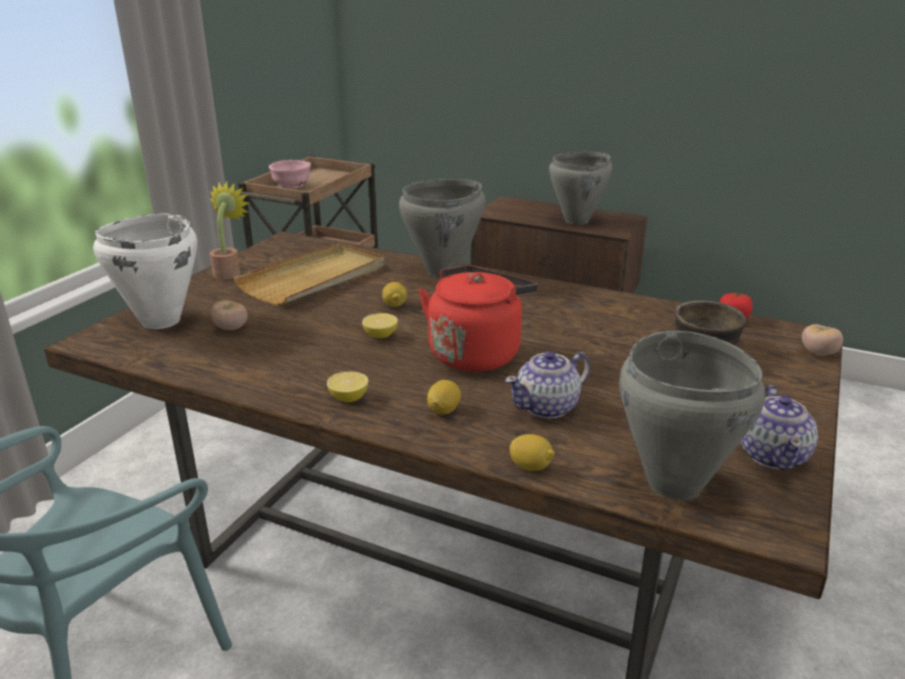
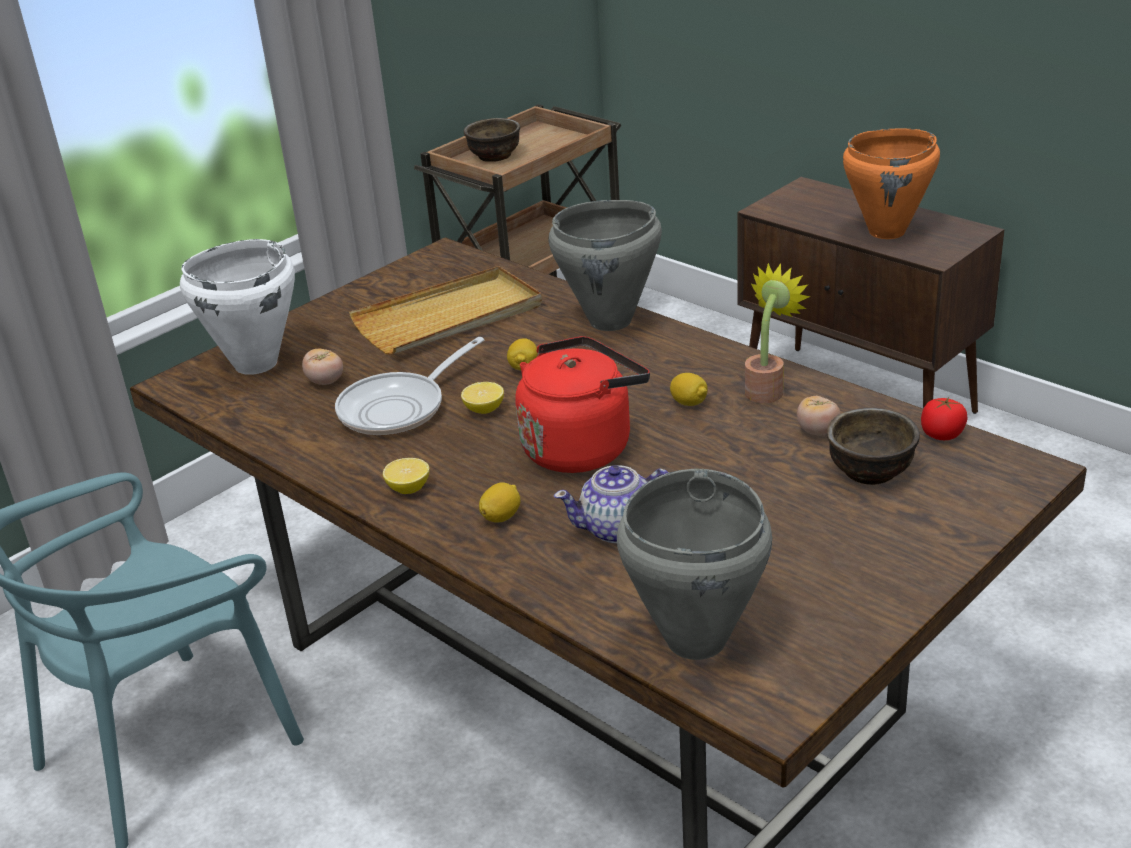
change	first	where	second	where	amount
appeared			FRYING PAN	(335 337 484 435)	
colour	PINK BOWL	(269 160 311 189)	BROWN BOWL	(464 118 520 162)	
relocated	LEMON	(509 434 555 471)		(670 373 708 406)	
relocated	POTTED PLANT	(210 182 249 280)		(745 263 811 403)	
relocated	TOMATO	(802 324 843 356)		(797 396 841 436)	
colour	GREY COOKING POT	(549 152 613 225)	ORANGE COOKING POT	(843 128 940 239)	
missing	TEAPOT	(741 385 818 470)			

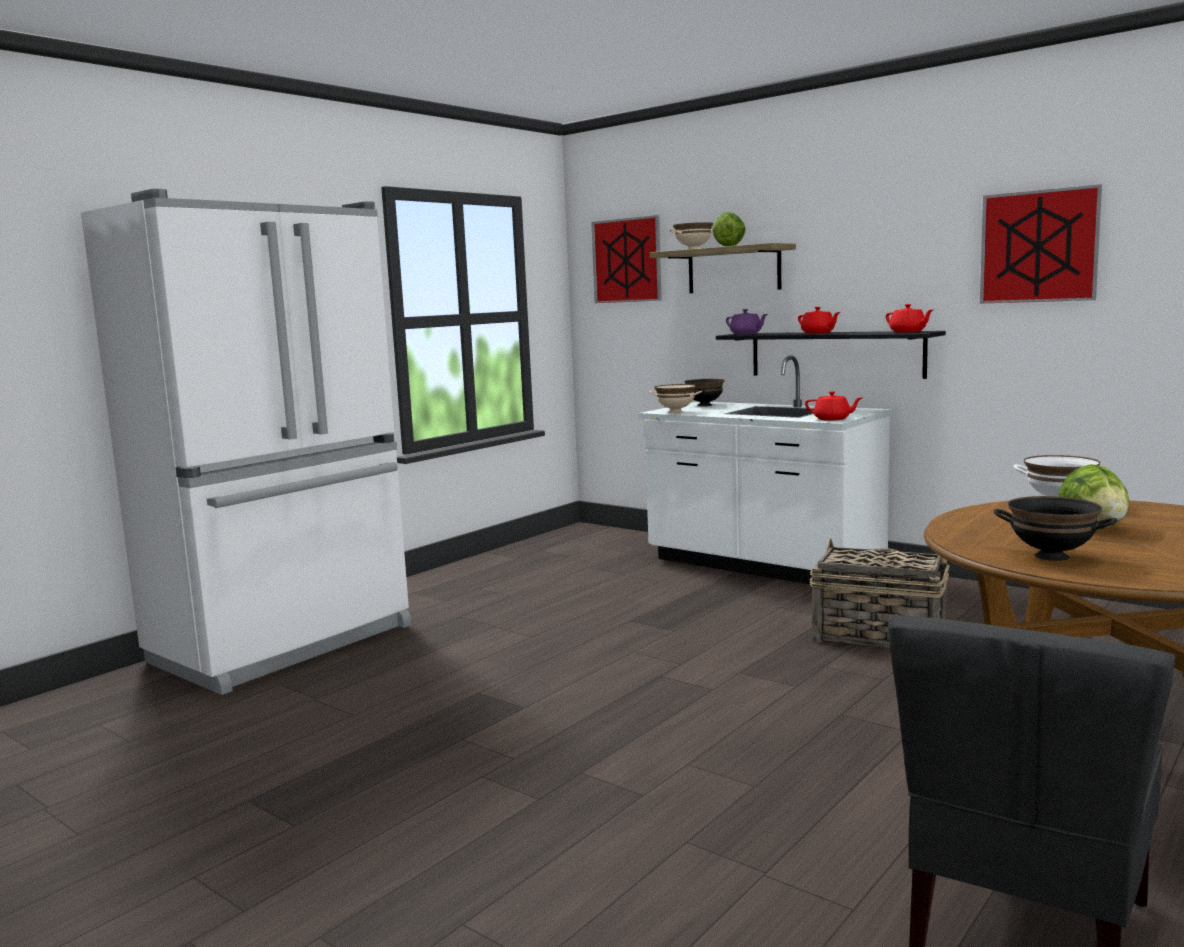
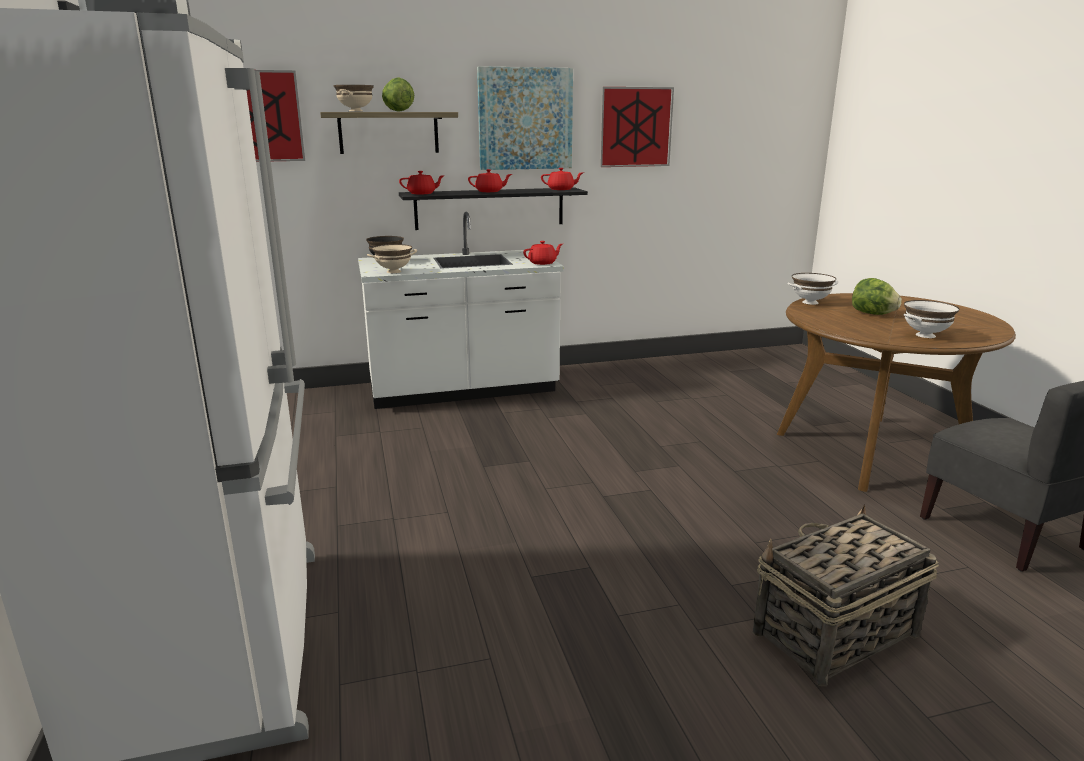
change	first	where	second	where	amount
colour	PURPLE TEAPOT	(726 309 768 334)	RED TEAPOT	(399 171 445 194)	
appeared			PICTURE	(477 66 573 170)	
relocated	BASKET	(810 538 950 648)		(753 504 939 686)	
colour	BLACK BOWL	(994 496 1118 561)	WHITE BOWL	(904 300 959 338)	

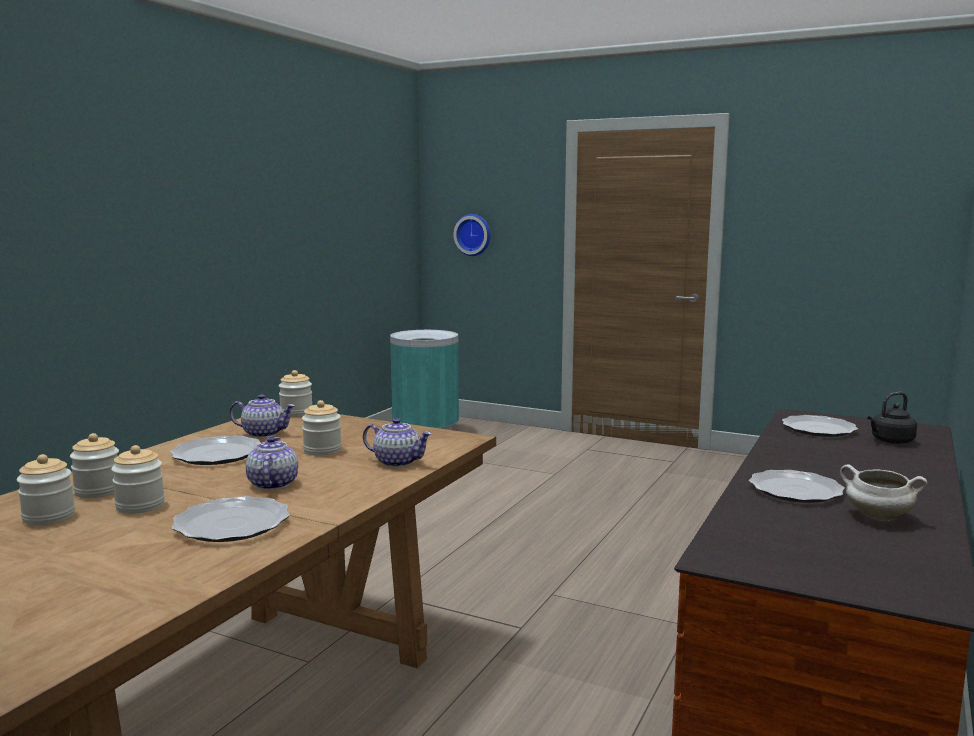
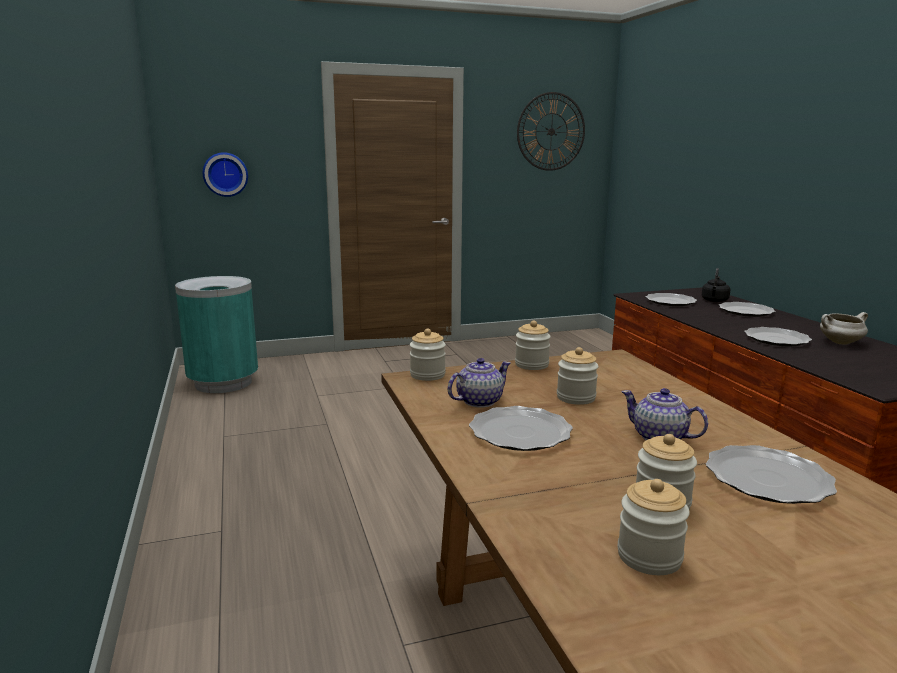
change	first	where	second	where	amount
relocated	JAR	(70 433 119 498)		(515 320 551 370)	
appeared			WALL CLOCK	(517 92 585 171)	
appeared			PLATE	(719 302 775 317)	
missing	TEAPOT	(363 418 432 468)			

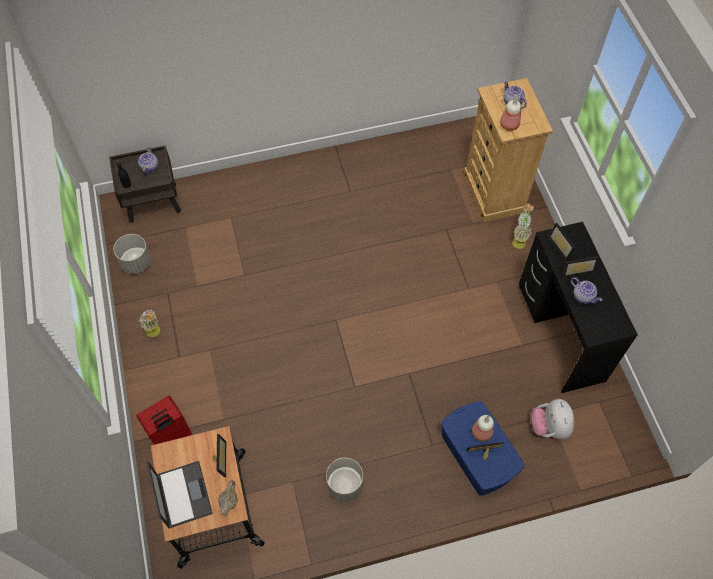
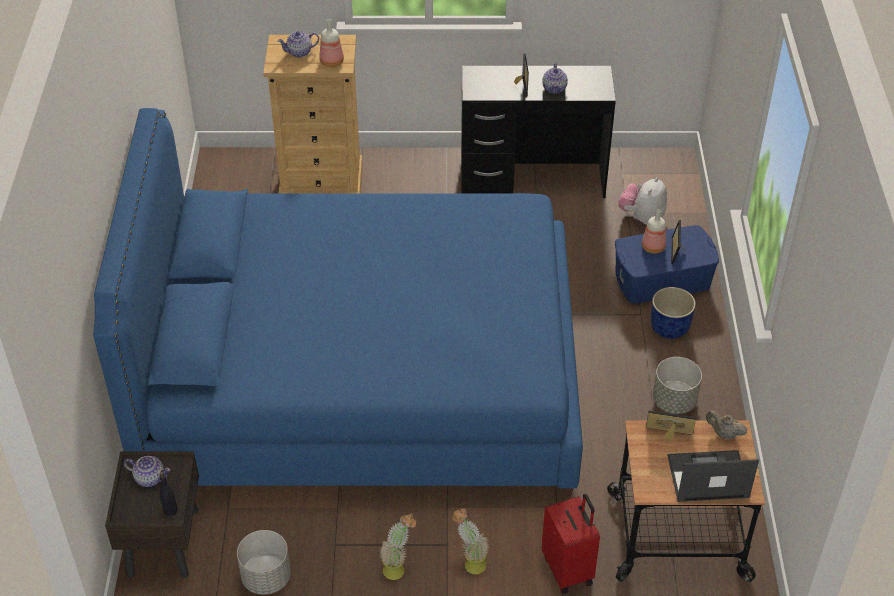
change	first	where	second	where	amount
appeared			BLUE BED	(93 108 583 497)	
relocated	POTTED PLANT	(512 203 534 249)		(452 508 489 574)	
spun	TEAPOT	(571 277 602 304)		(542 63 568 94)	120 degrees clockwise
spun	PLUSH TOY	(531 399 574 439)		(618 177 667 225)	105 degrees clockwise
appeared			BLUE PLANTER	(651 287 696 339)	
missing	PICTURE FRAME	(548 223 576 261)			

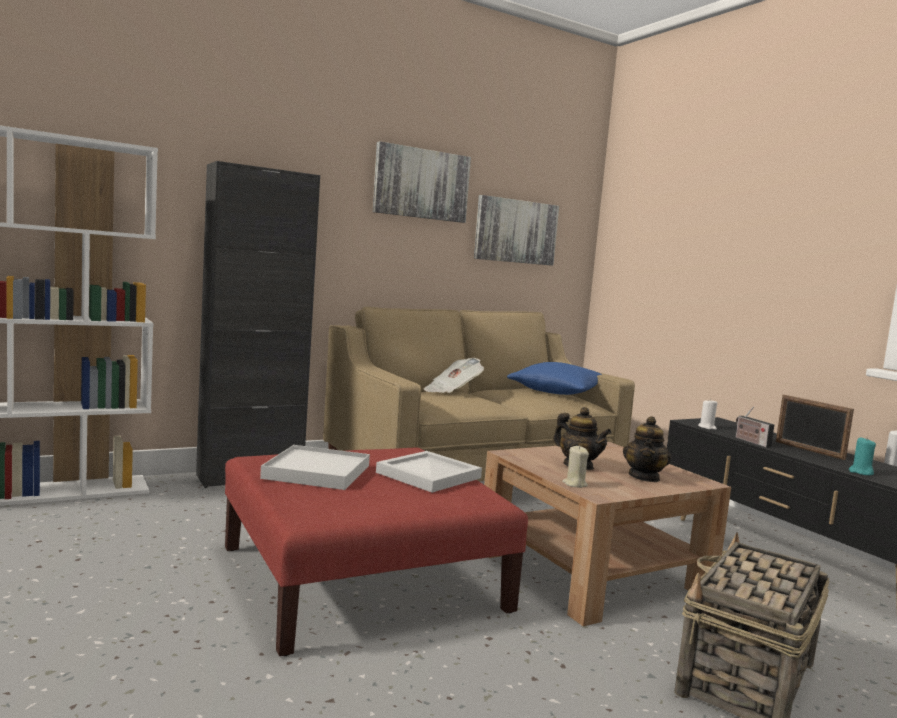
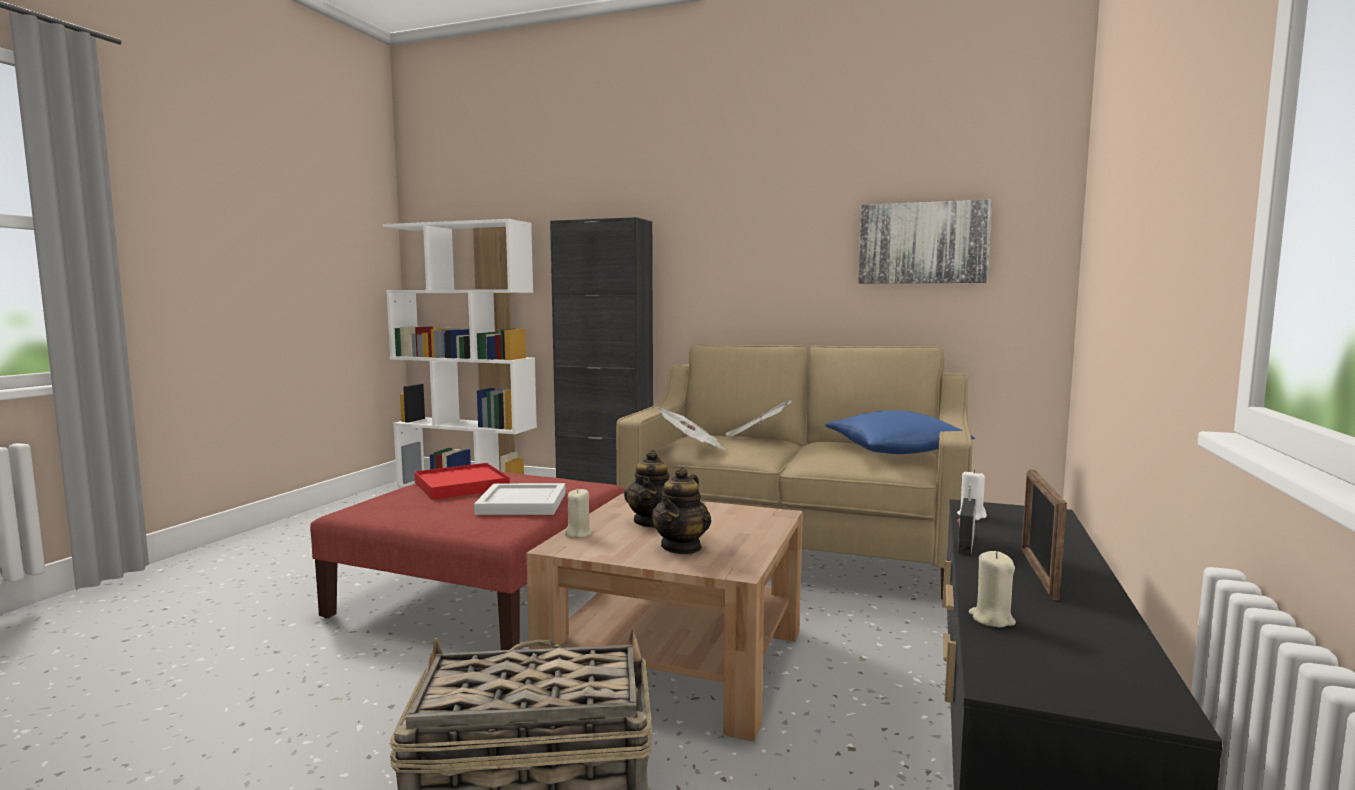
change	first	where	second	where	amount
colour	WHITE TRAY	(260 445 370 490)	RED TRAY	(414 463 510 500)	
spun	TEAPOT	(623 416 672 482)		(651 467 711 554)	45 degrees counterclockwise
appeared			NEWSPAPER	(656 407 726 450)	
colour	TURQUOISE CANDLE	(849 437 876 475)	BEIGE CANDLE	(969 551 1016 628)	
missing	PICTURE	(372 141 471 223)			

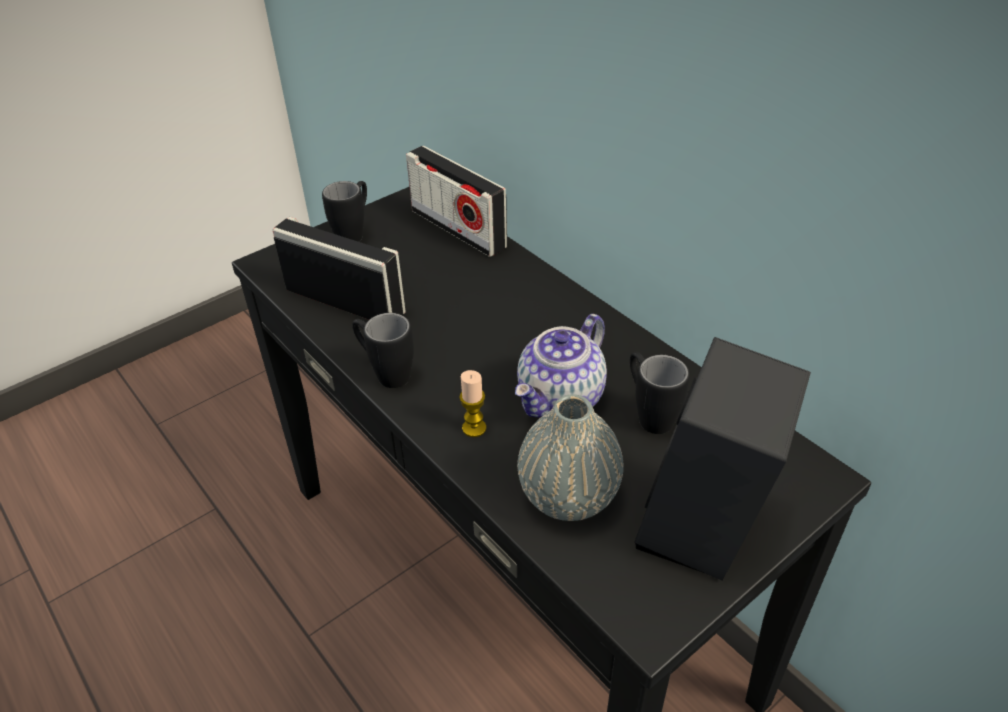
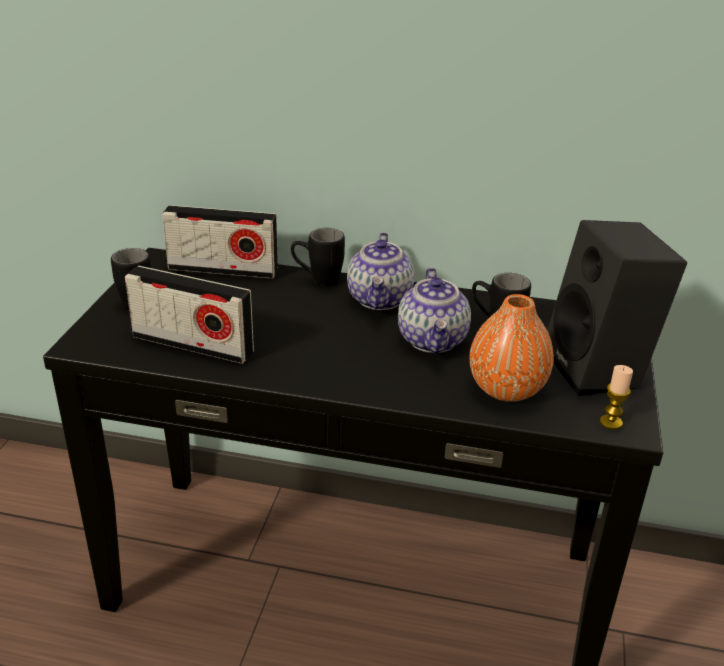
change	first	where	second	where	amount
spun	RADIO	(273 217 406 319)		(125 266 254 364)	150 degrees counterclockwise
relocated	BLACK MUG	(352 313 414 388)		(291 228 345 286)	
appeared			TEAPOT	(347 232 414 310)	
colour	GREY VASE	(518 394 624 521)	ORANGE VASE	(469 294 554 402)	
relocated	CANDLE	(459 370 486 437)		(600 365 633 430)	

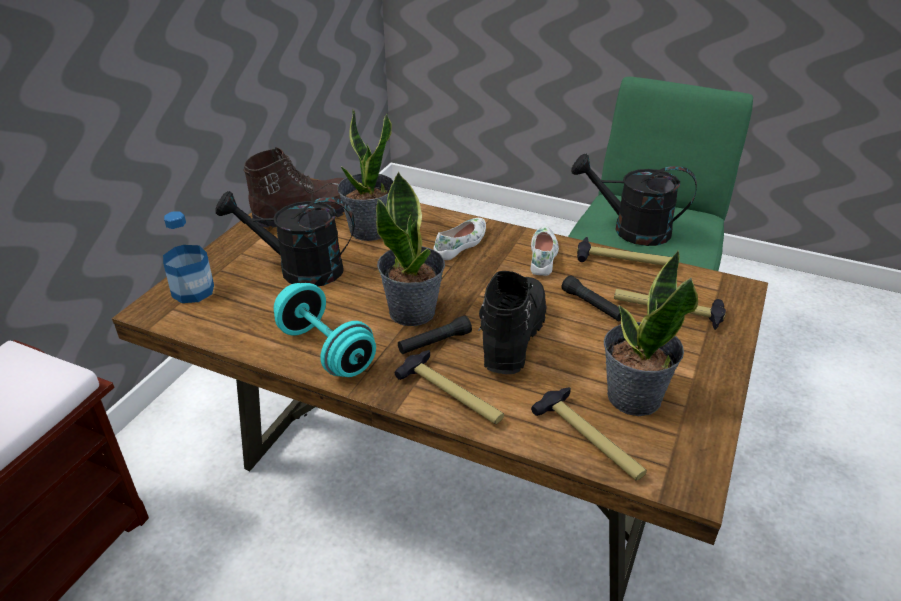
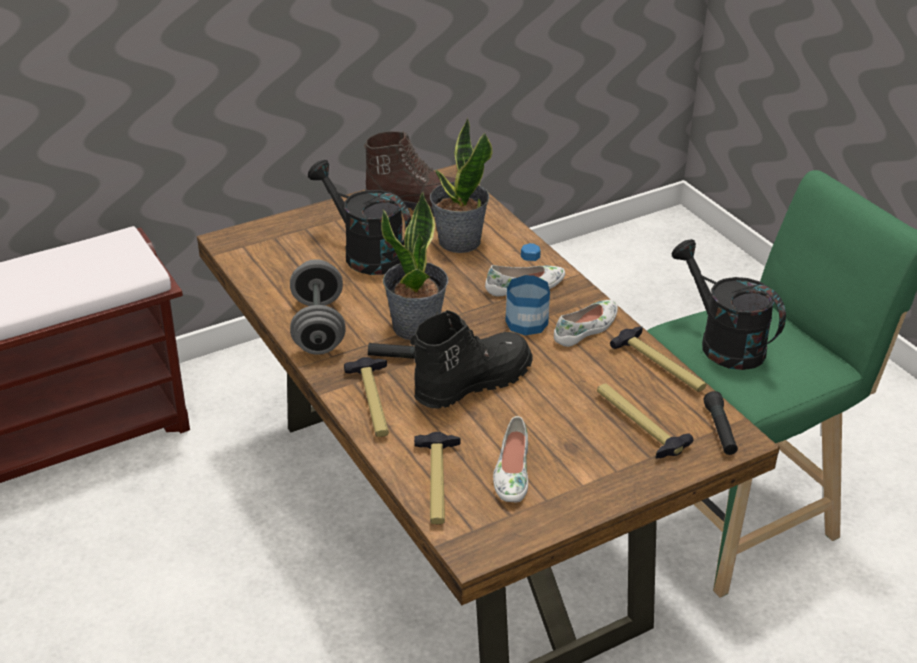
change	first	where	second	where	amount
colour	TURQUOISE DUMBBELL	(274 283 376 377)	GREY DUMBBELL	(290 259 346 355)	
exchanged	POTTED PLANT	(604 250 698 416)	WHITE SHOE	(493 416 528 502)	
relocated	BOTTLE	(163 211 214 303)		(505 243 550 336)	
relocated	BLACK FLASHLIGHT	(562 275 621 321)		(704 391 738 455)	

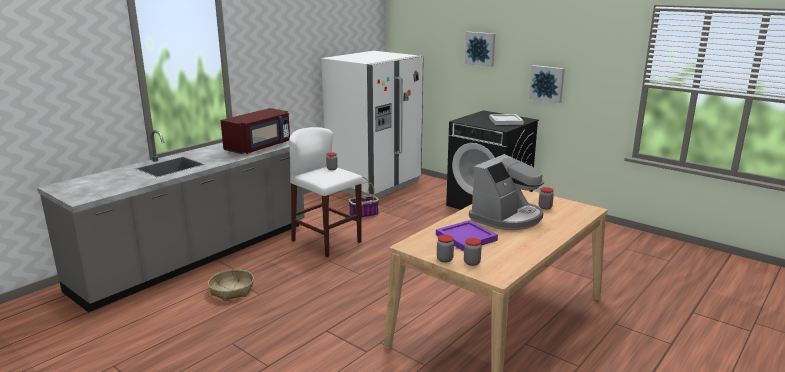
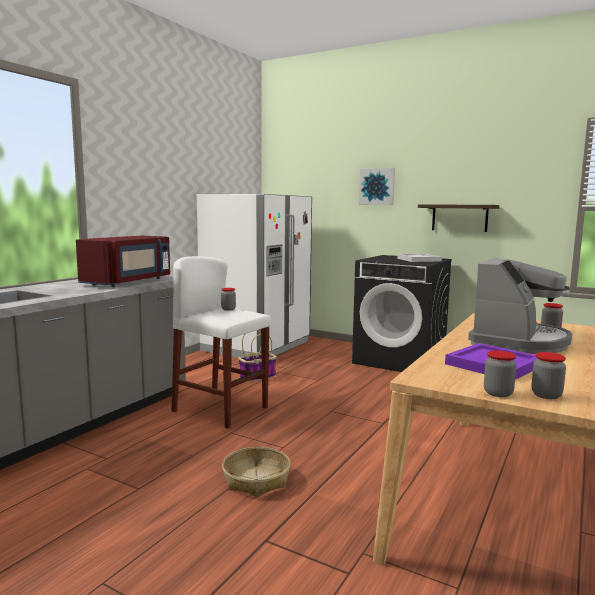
change	first	where	second	where	amount
relocated	BASKET	(208 269 254 301)		(222 447 291 497)	
exchanged	PICTURE	(529 65 565 103)	SHELF	(418 204 500 232)	

